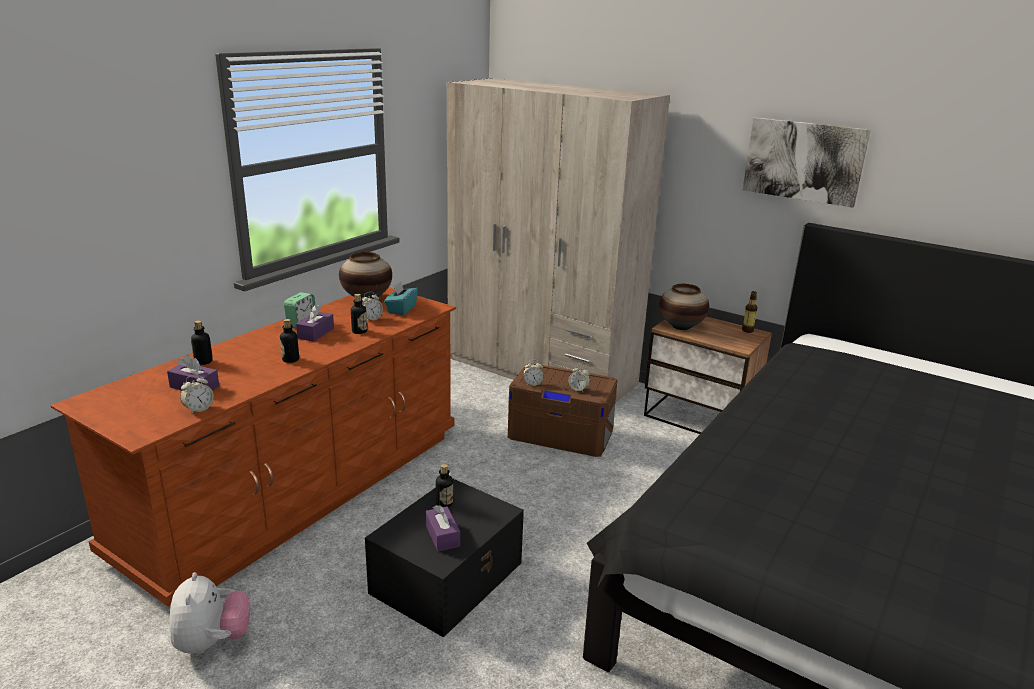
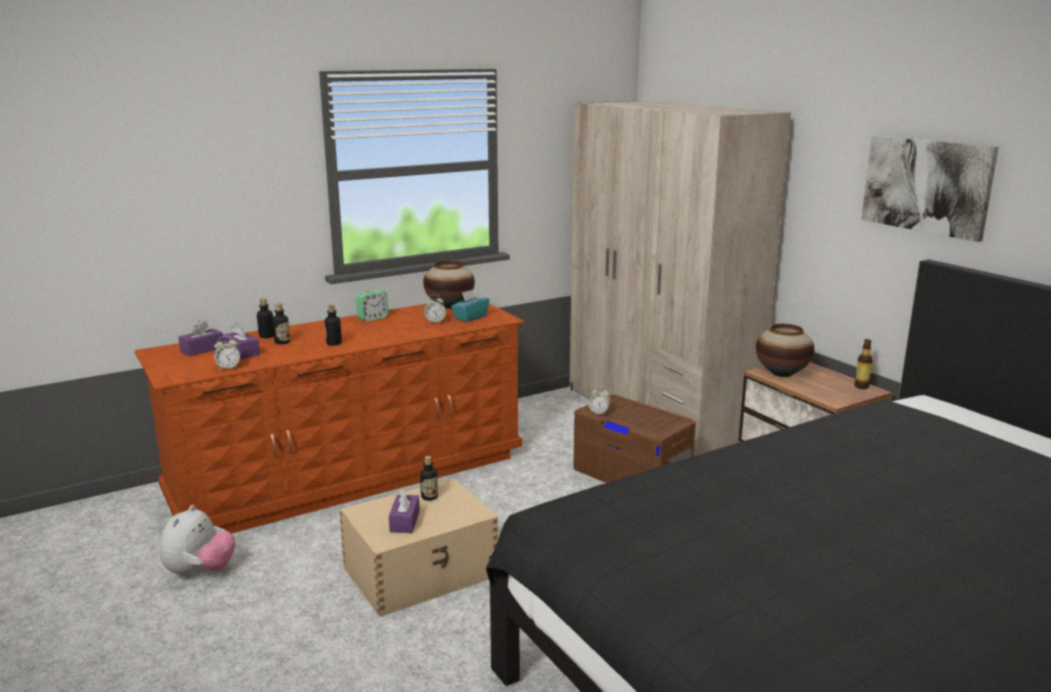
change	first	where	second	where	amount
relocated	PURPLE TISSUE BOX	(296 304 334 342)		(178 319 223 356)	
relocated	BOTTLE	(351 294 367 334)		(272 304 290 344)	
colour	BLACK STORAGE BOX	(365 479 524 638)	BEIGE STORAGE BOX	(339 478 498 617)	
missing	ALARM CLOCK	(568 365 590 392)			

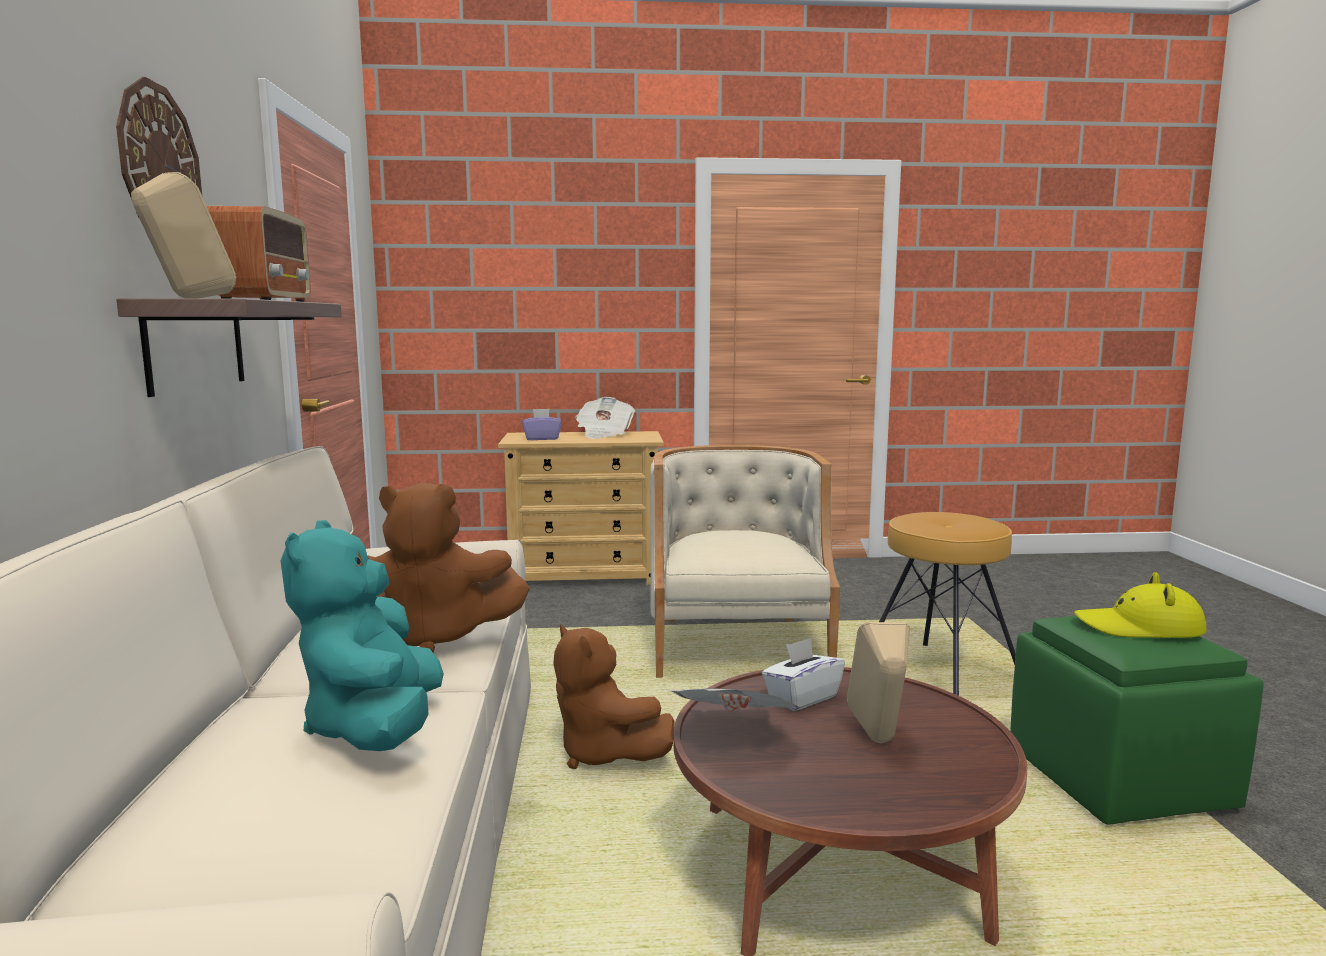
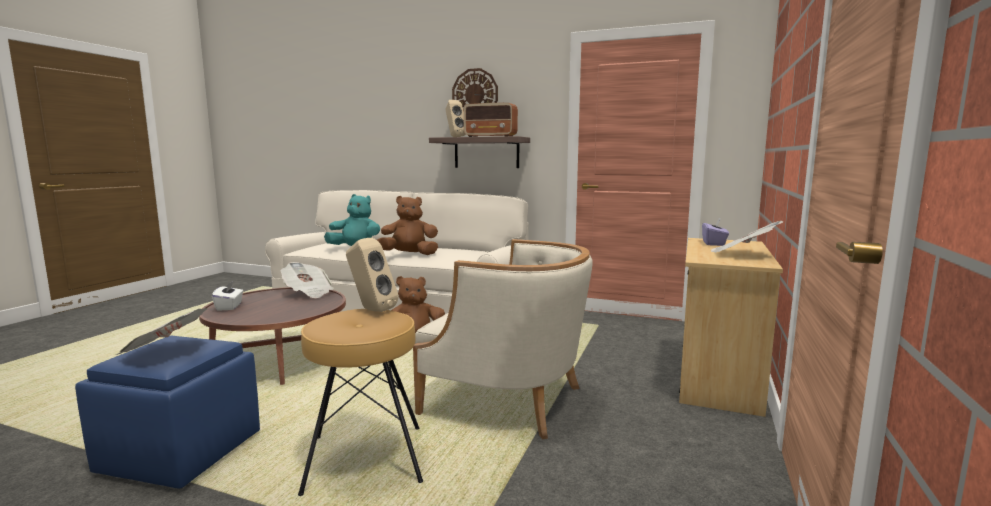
change	first	where	second	where	amount
colour	GREEN OTTOMAN	(1010 616 1264 825)	BLUE OTTOMAN	(75 336 260 489)	
exchanged	YELLOW HAT	(1074 572 1207 638)	NEWSPAPER	(116 308 207 355)	
relocated	WHITE TISSUE BOX	(762 638 845 711)		(212 281 243 311)	
relocated	BEIGE SPEAKER	(847 622 910 743)		(346 238 399 312)	
spun	BROWN PLUSH TOY	(367 483 530 652)		(377 196 438 255)	60 degrees clockwise

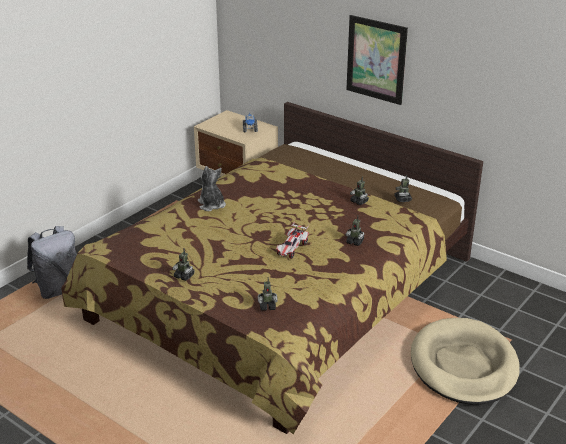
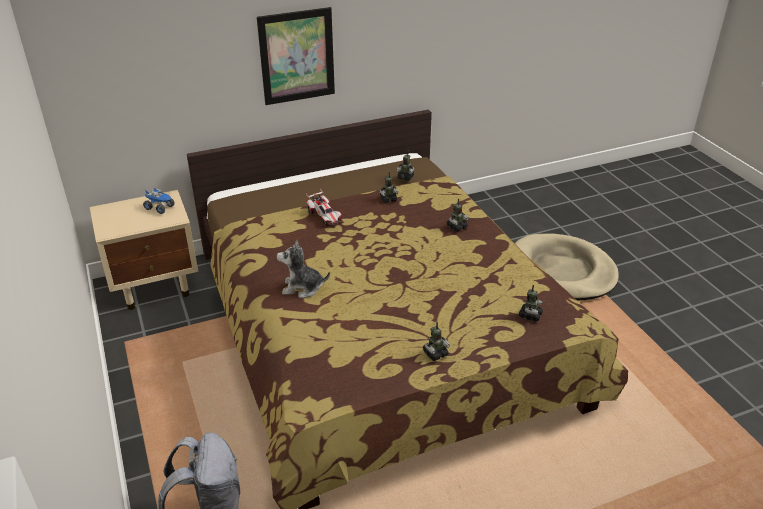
change	first	where	second	where	amount
relocated	TOY CAR	(276 221 309 259)		(306 189 342 227)	

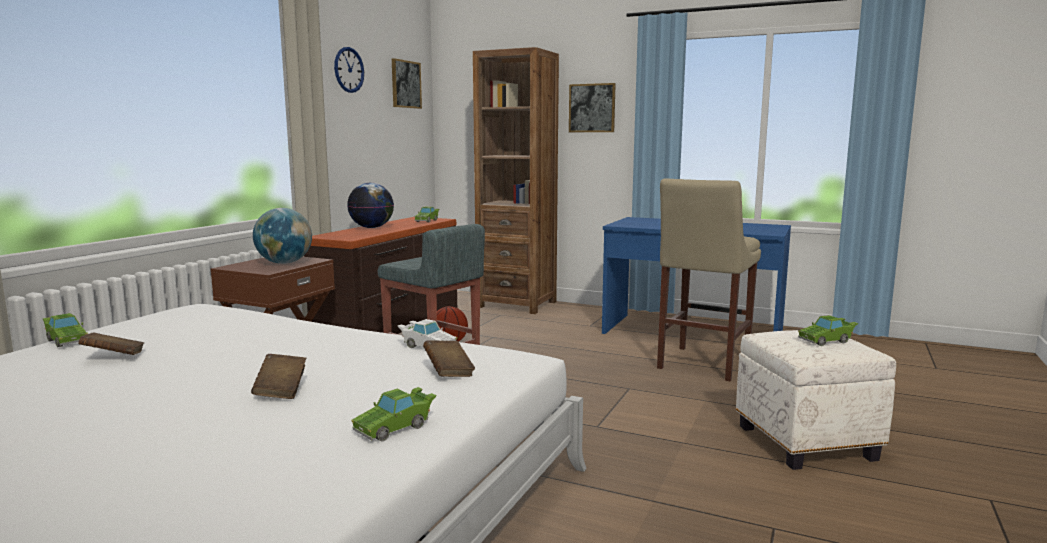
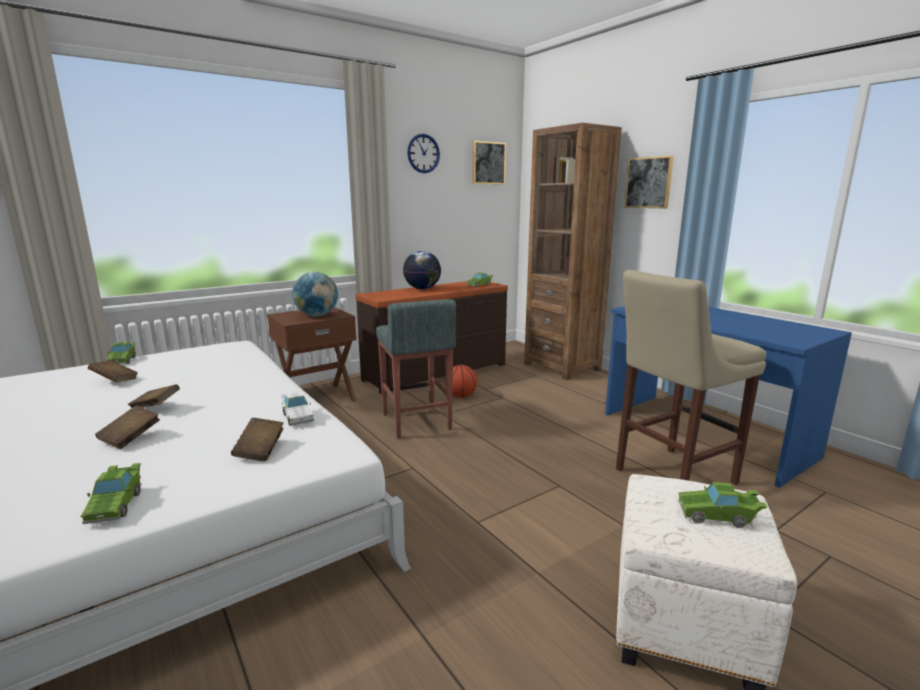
change	first	where	second	where	amount
spun	GREEN TOY CAR	(351 387 437 442)		(80 463 141 524)	90 degrees counterclockwise
appeared			BROWN BOOK	(128 384 180 408)	

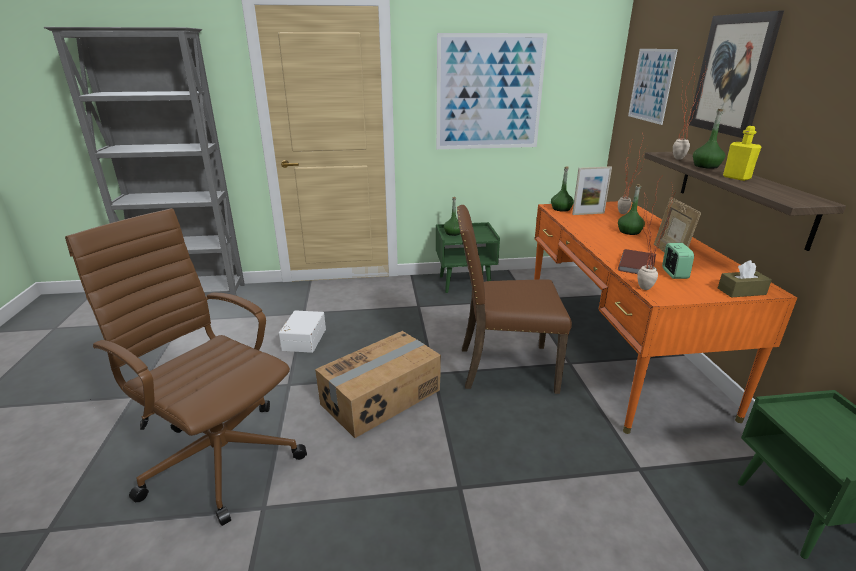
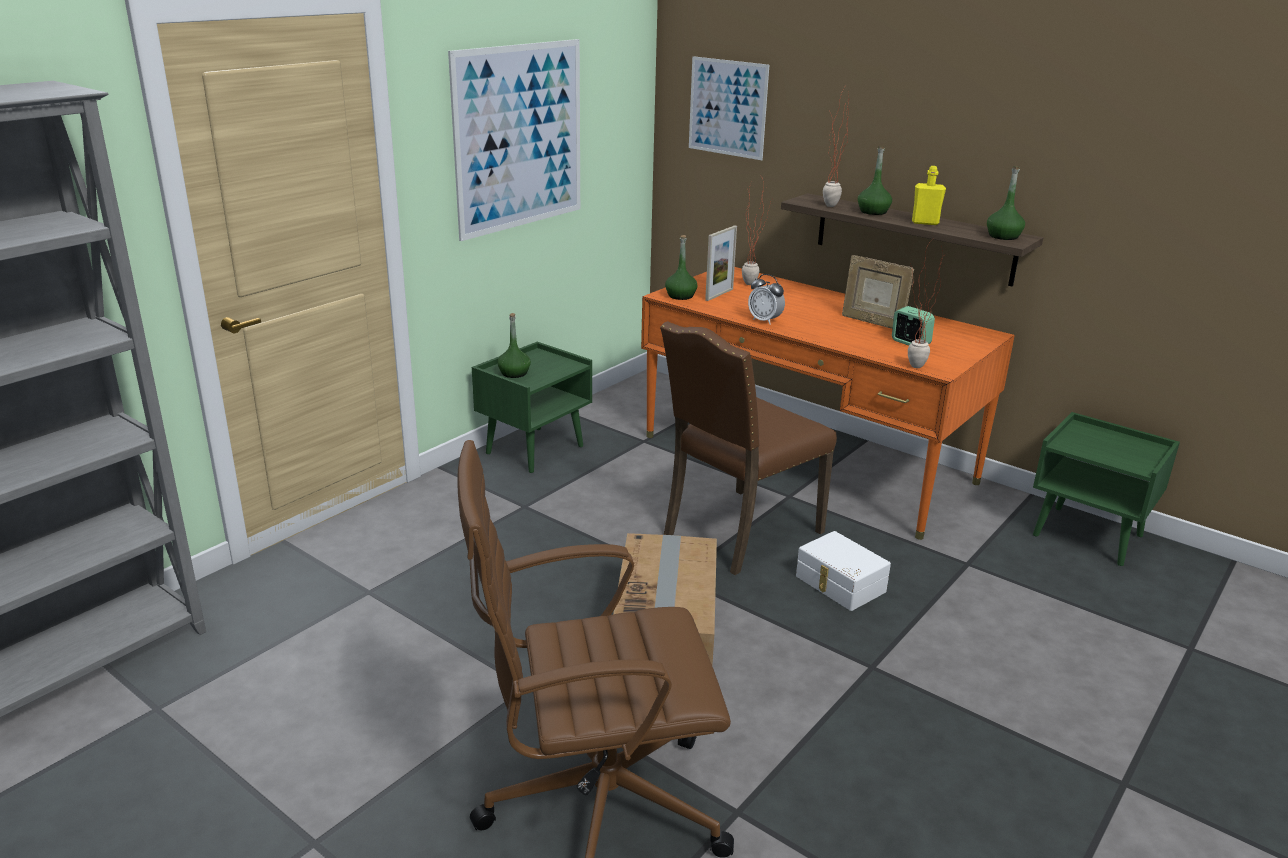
change	first	where	second	where	amount
appeared			ALARM CLOCK	(748 274 785 325)	
relocated	WHITE STORAGE BOX	(279 310 326 353)		(796 531 891 611)	
relocated	GREEN BOTTLE	(618 184 645 235)		(987 166 1025 240)	
missing	BROWN BOOK	(618 249 656 274)			
missing	PICTURE	(689 11 784 138)			
missing	BROWN TISSUE BOX	(718 260 772 297)			

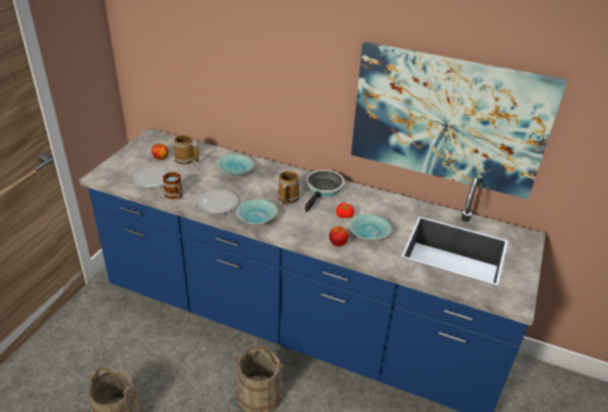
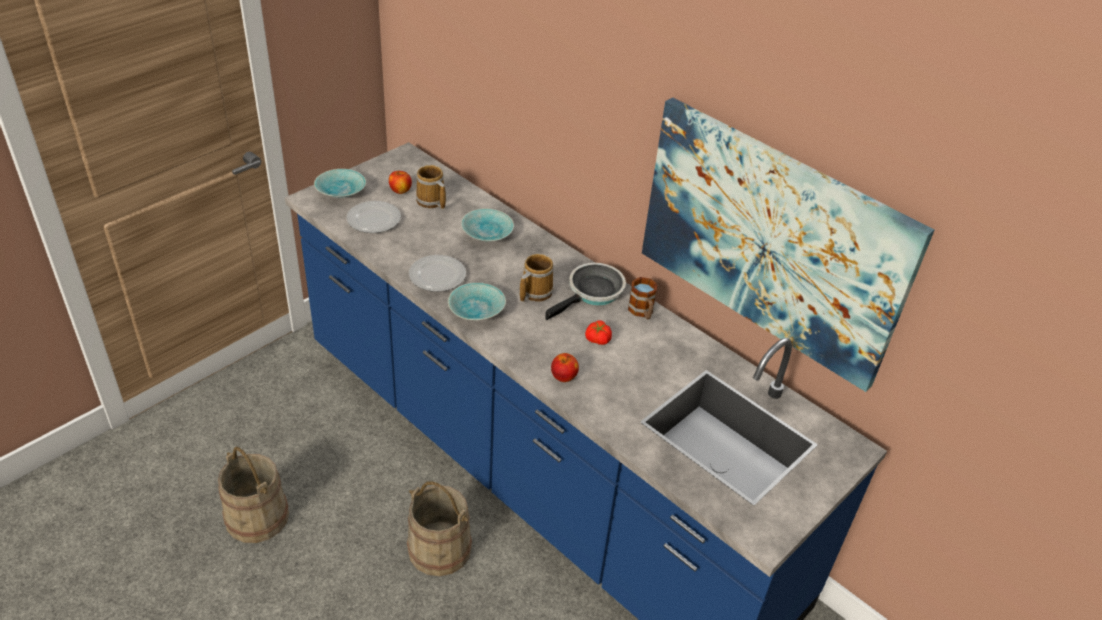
change	first	where	second	where	amount
relocated	TURQUOISE BOWL	(349 214 391 240)		(314 169 366 198)	
relocated	MUG	(163 172 183 199)		(628 277 657 319)	

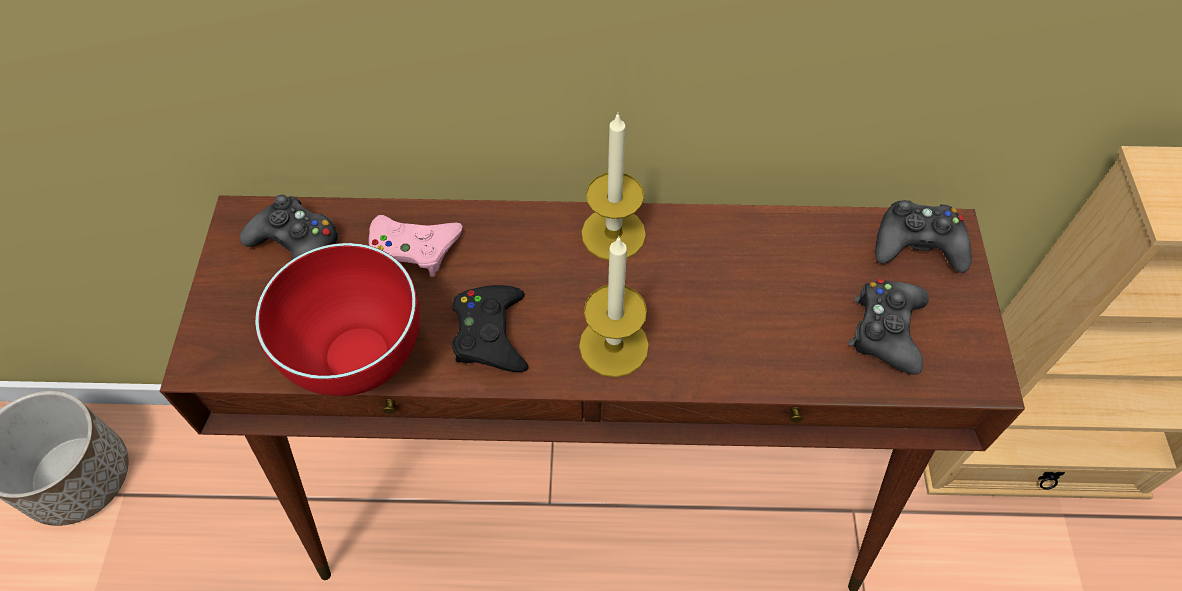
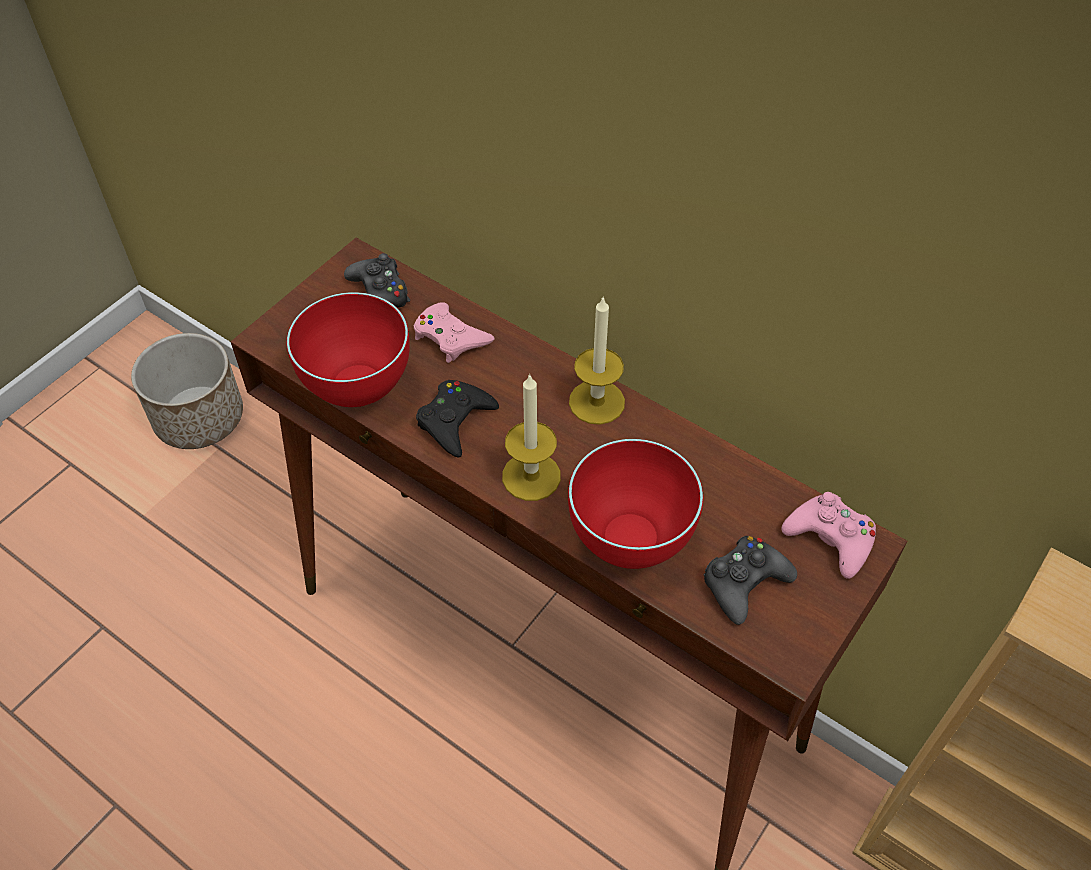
change	first	where	second	where	amount
appeared			RED BOWL	(568 439 703 569)	
colour	BLACK GAME CONTROLLER	(875 200 972 273)	PINK GAME CONTROLLER	(781 492 876 579)	

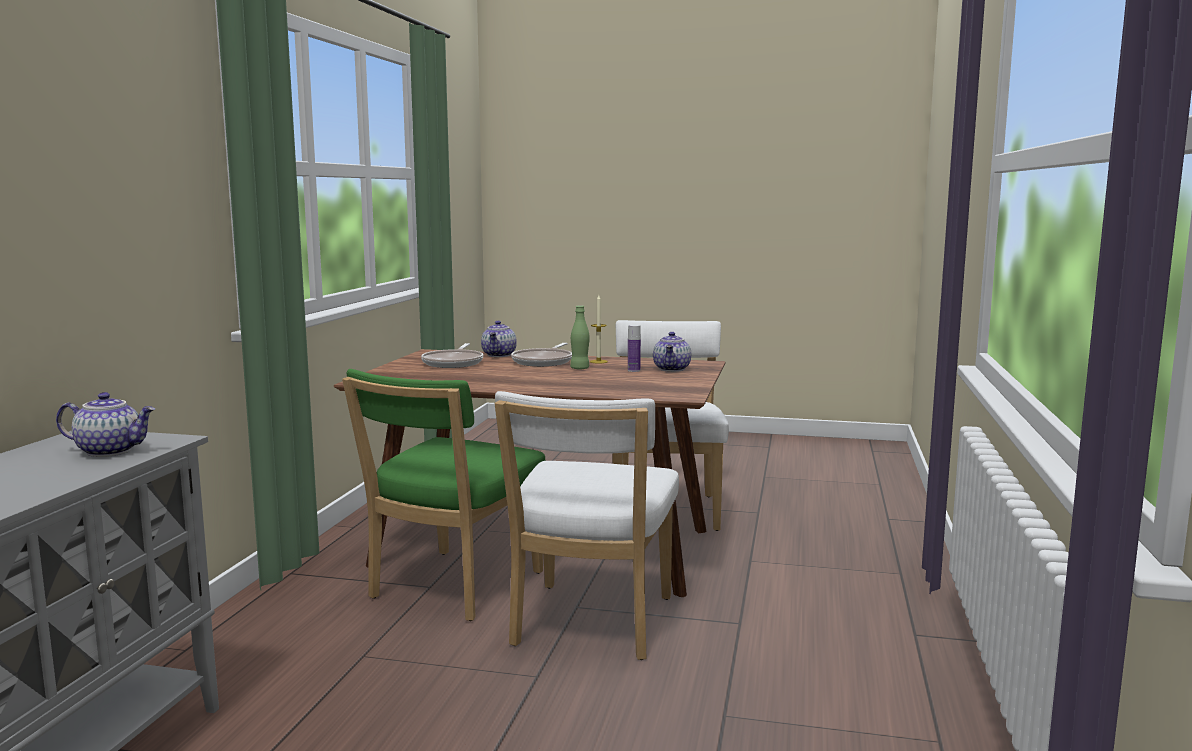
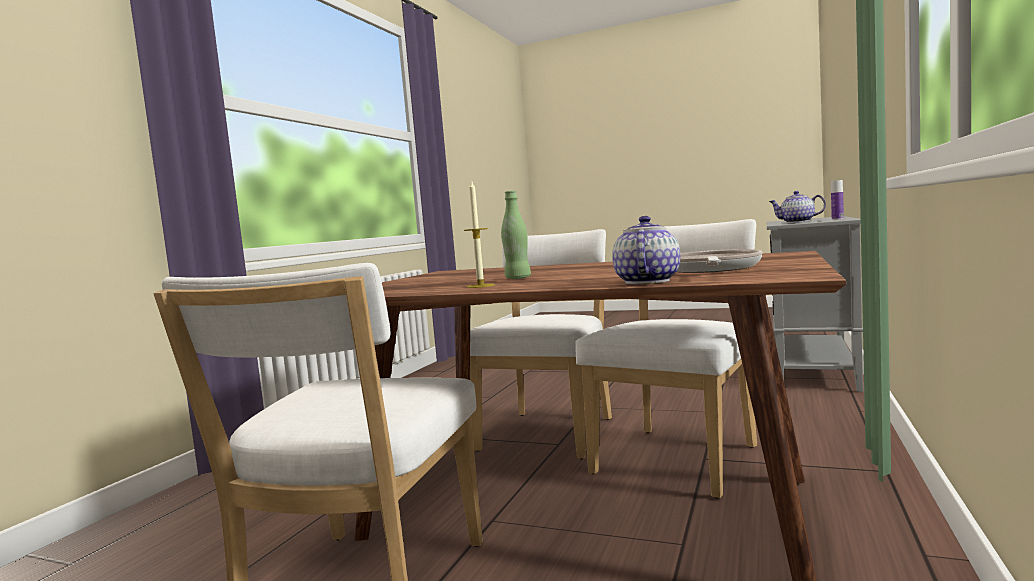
change	first	where	second	where	amount
colour	GREEN CHAIR	(342 369 545 621)	WHITE CHAIR	(575 219 757 498)	
relocated	BOTTLE	(628 324 641 372)		(831 180 844 220)	
missing	FRYING PAN	(511 343 572 367)			
missing	TEAPOT	(653 332 691 372)			

